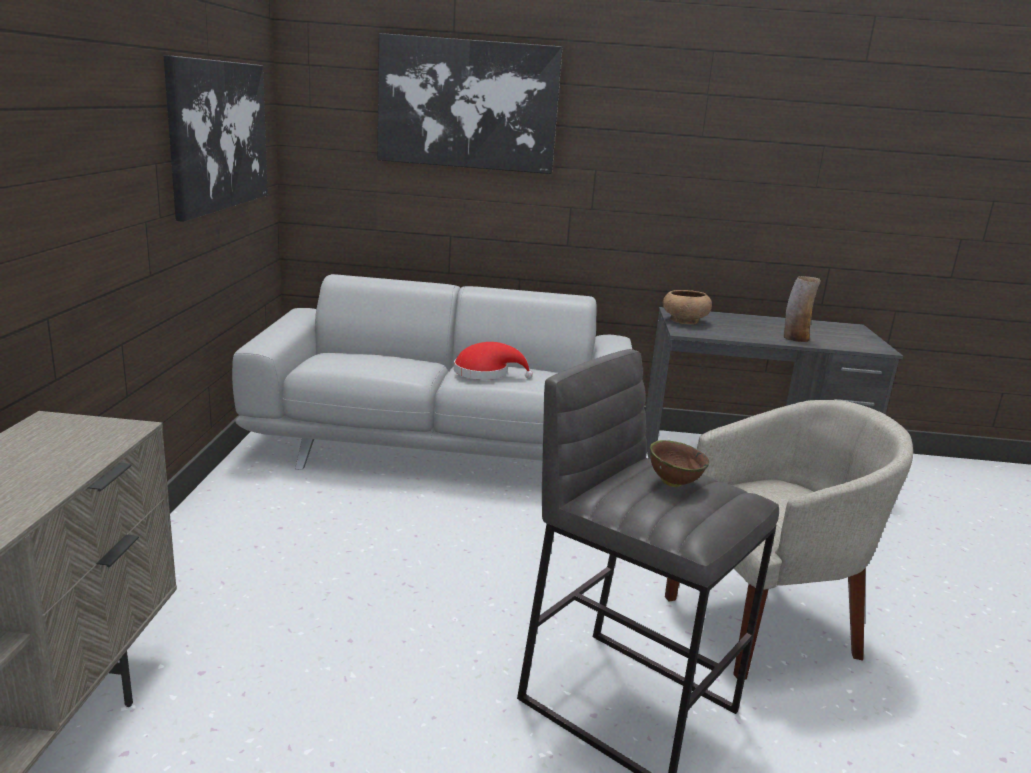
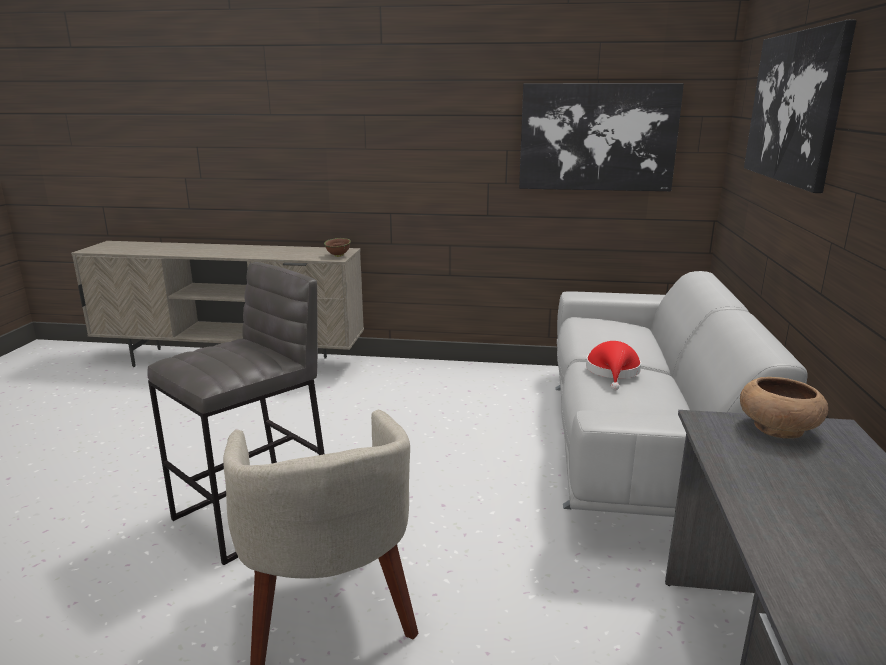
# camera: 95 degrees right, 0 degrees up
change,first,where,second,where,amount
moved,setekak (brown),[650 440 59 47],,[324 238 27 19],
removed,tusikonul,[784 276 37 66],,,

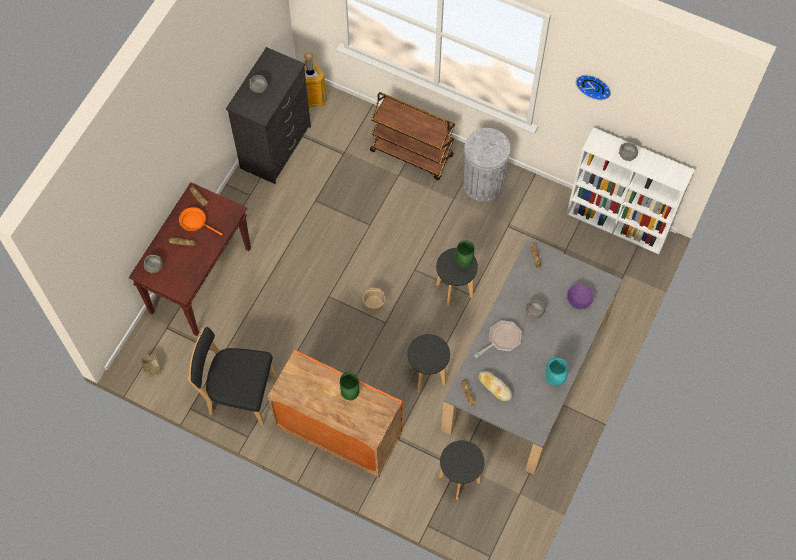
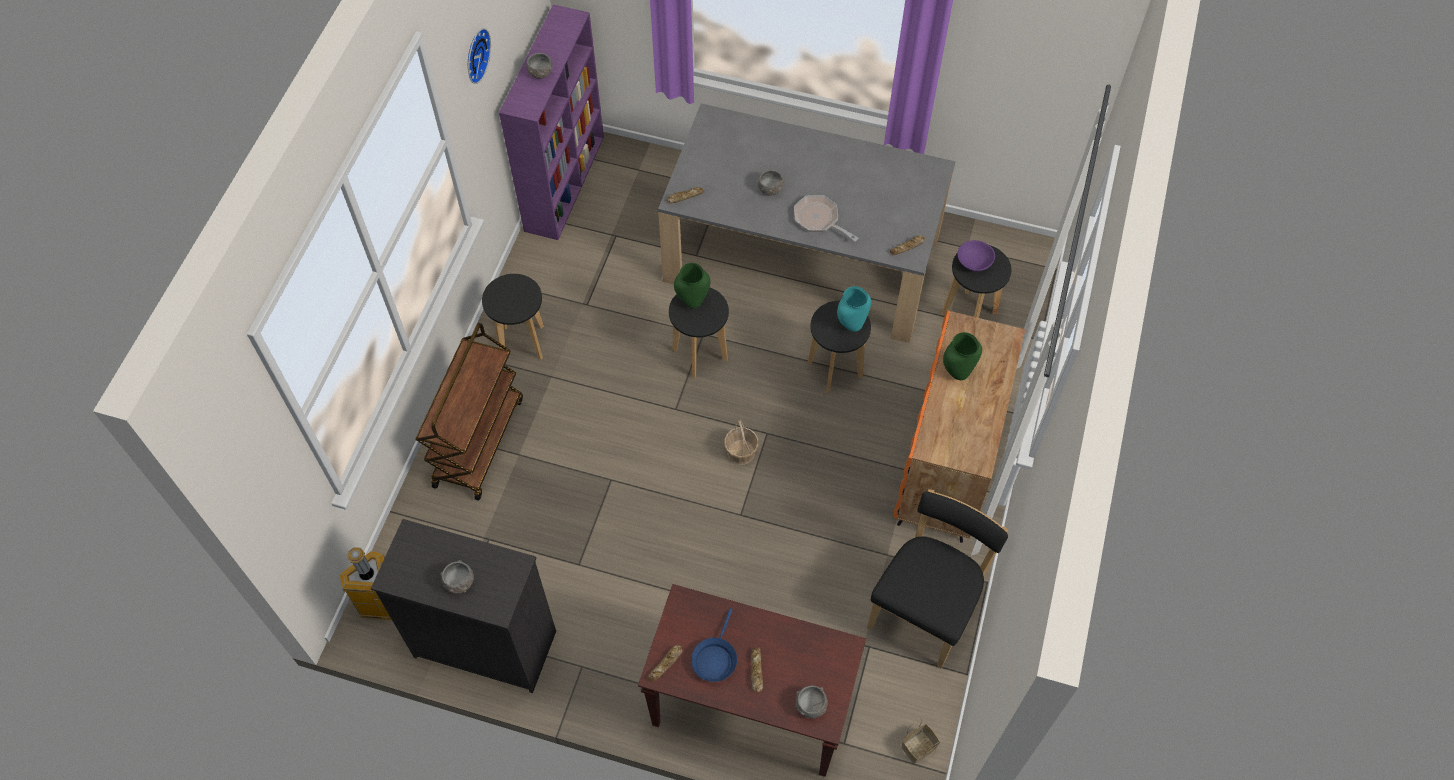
# camera: 100 degrees left, 5 degrees down
change,first,where,second,where,amount
recoloured,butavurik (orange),[179 207 44 28],butavurik (blue),[691 609 46 73],
turned,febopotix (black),[188 327 88 98],,[867 489 142 179],150 degrees counterclockwise
replaced,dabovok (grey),[464 128 46 74],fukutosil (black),[482 274 62 86],
removed,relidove,[479 371 33 30],,,
moved,tusikonul (turquoise),[546 358 22 28],,[837 286 34 46],
recoloured,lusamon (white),[566 127 129 127],lusamon (purple),[499 4 105 236],
moved,setekak (purple),[567 284 27 26],,[957 240 38 31],

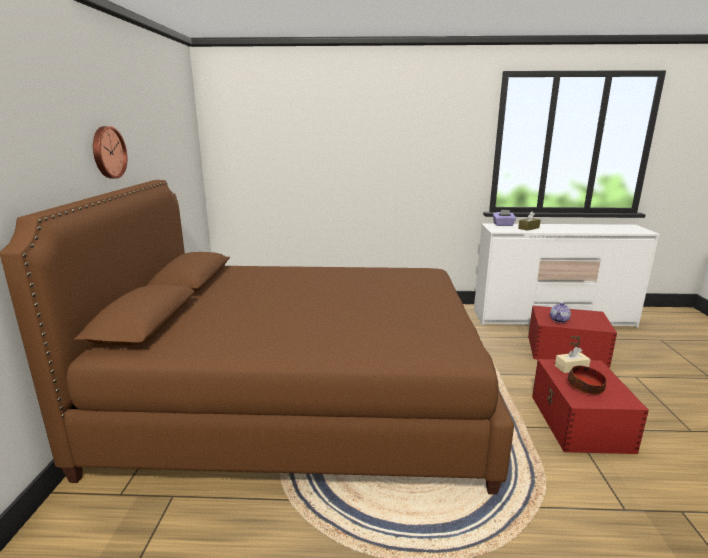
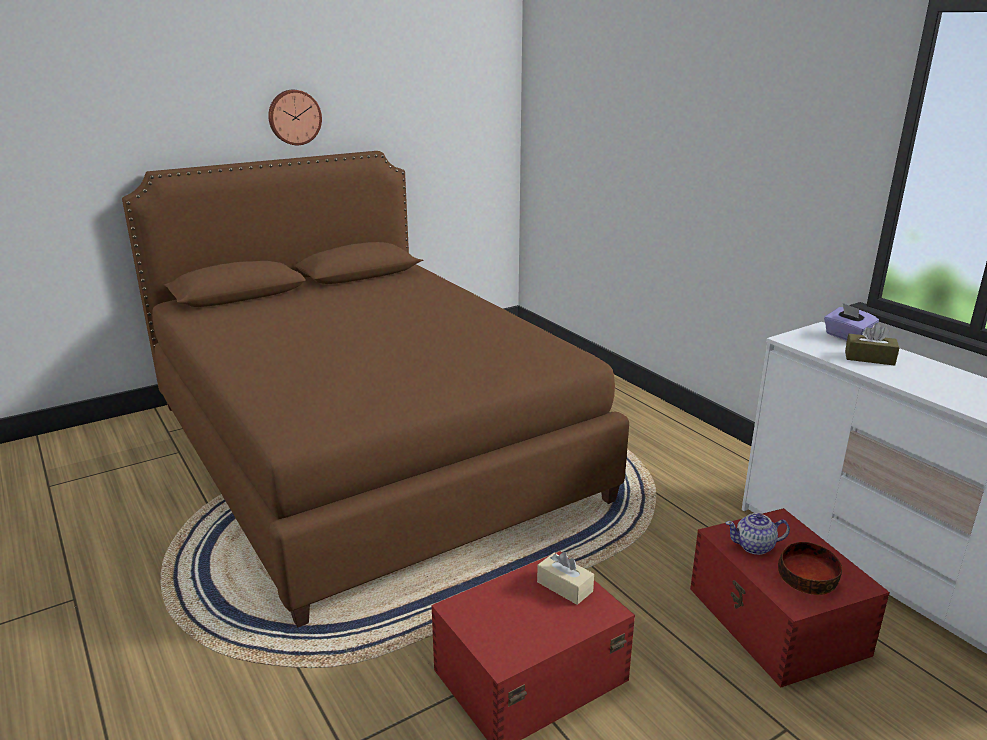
# camera: 55 degrees right, 5 degrees up
change,first,where,second,where,amount
moved,setekak,[568 366 39 29],,[778 542 64 53],

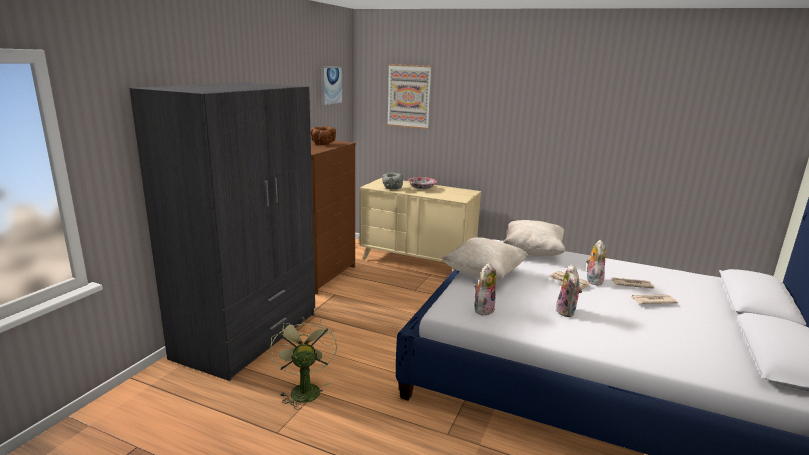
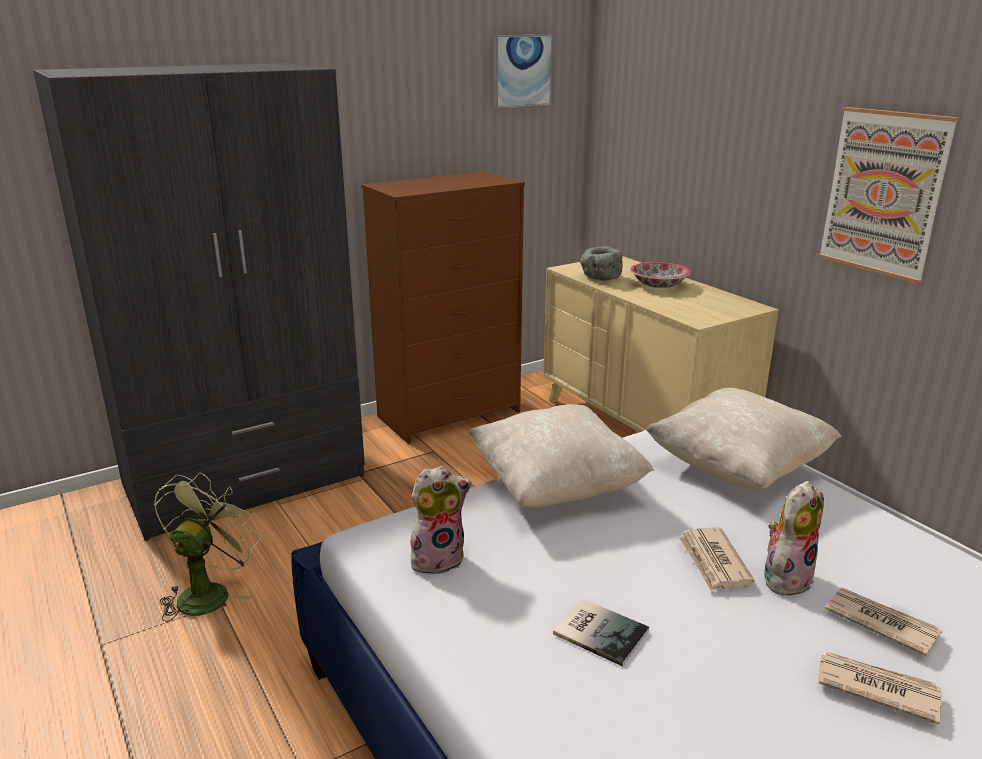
# camera: 35 degrees right, 5 degrees up
change,first,where,second,where,amount
removed,setekak (brown),[310 126 26 19],,,
moved,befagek,[387 64 44 65],,[818 107 141 177],
replaced,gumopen,[556 264 26 53],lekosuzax,[553 598 96 68],

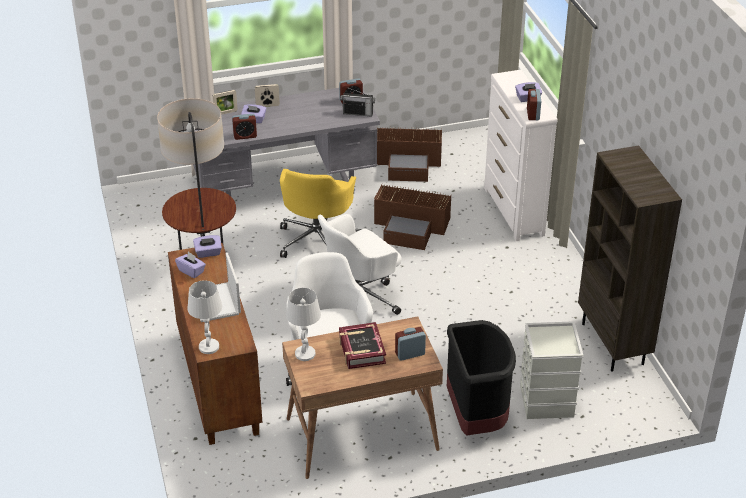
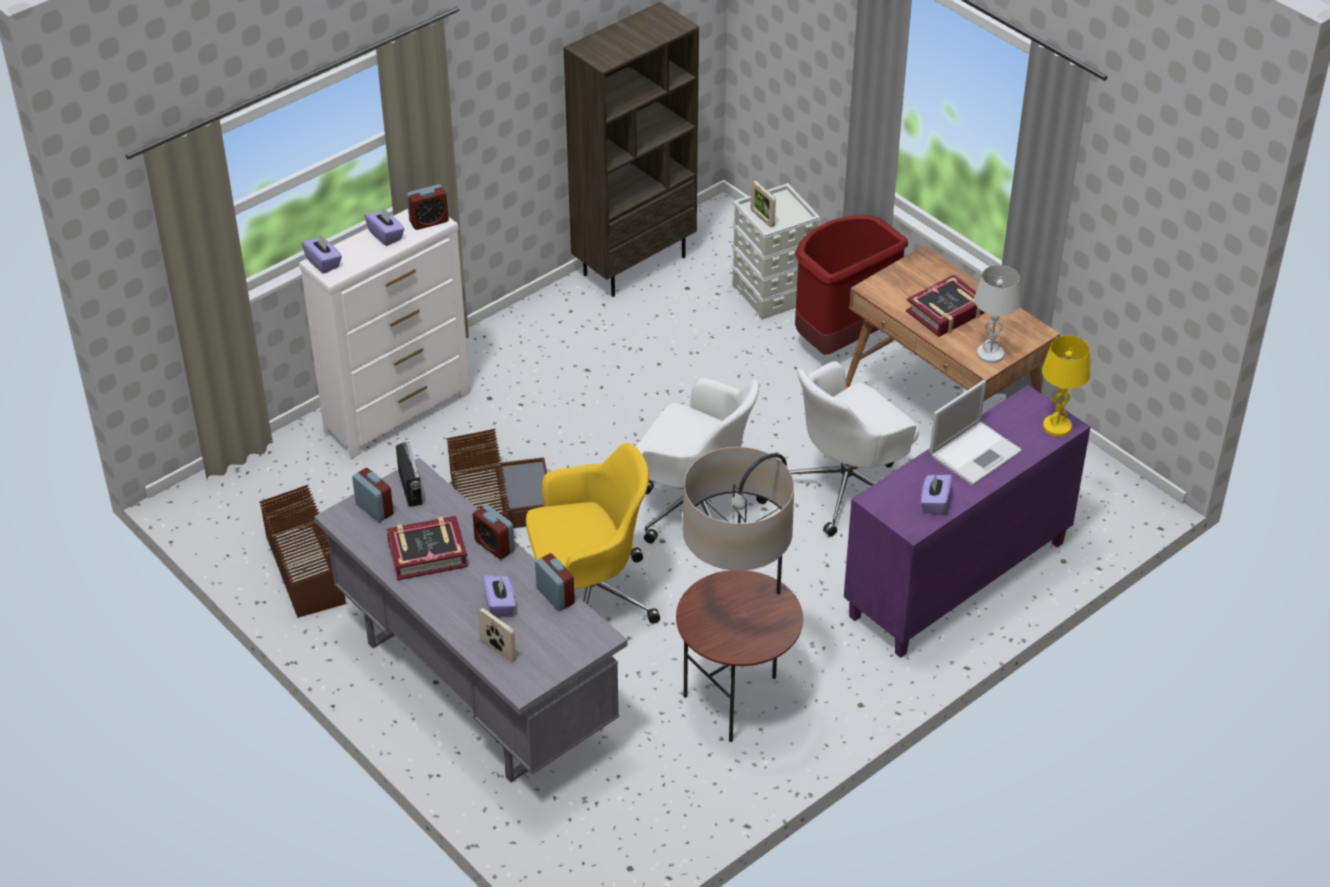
# camera: 115 degrees left, 5 degrees up
change,first,where,second,where,amount
recoloured,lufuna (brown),[168 243 95 202],lufuna (purple),[844 385 247 273],
recoloured,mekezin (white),[187 280 35 74],mekezin (yellow),[1042 335 48 101],
moved,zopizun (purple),[193 235 29 23],,[302 234 40 40],
moved,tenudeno,[255 84 25 23],,[750 181 26 46],
moved,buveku,[395 327 31 34],,[473 504 42 56],
recoloured,dabovok (black),[447 320 69 115],dabovok (red),[795 215 113 140],
added,,,lekosuzax,[387 516 81 64],

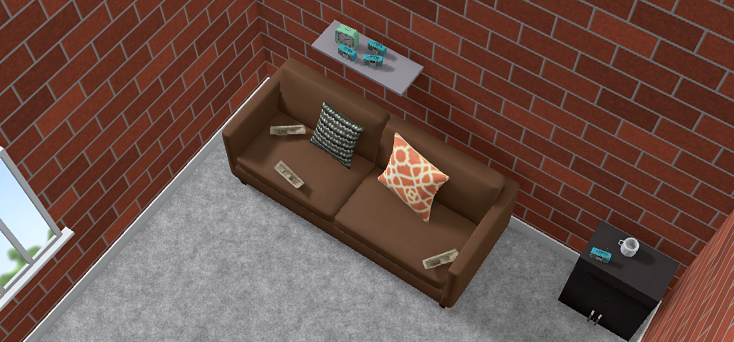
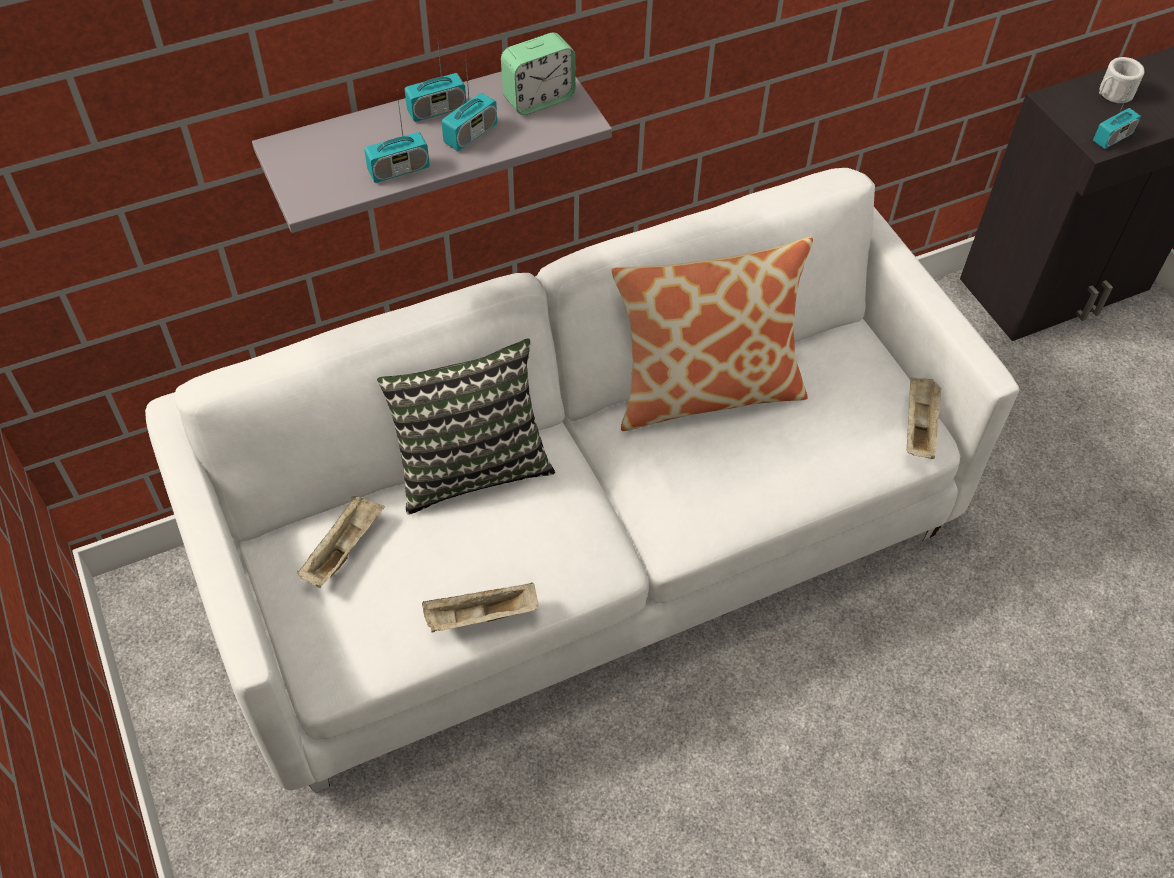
# camera: 60 degrees left, 5 degrees down
change,first,where,second,where,amount
recoloured,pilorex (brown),[222 58 298 251],pilorex (white),[145 168 874 625],
moved,buveku,[335 24 24 26],,[501 32 75 83],

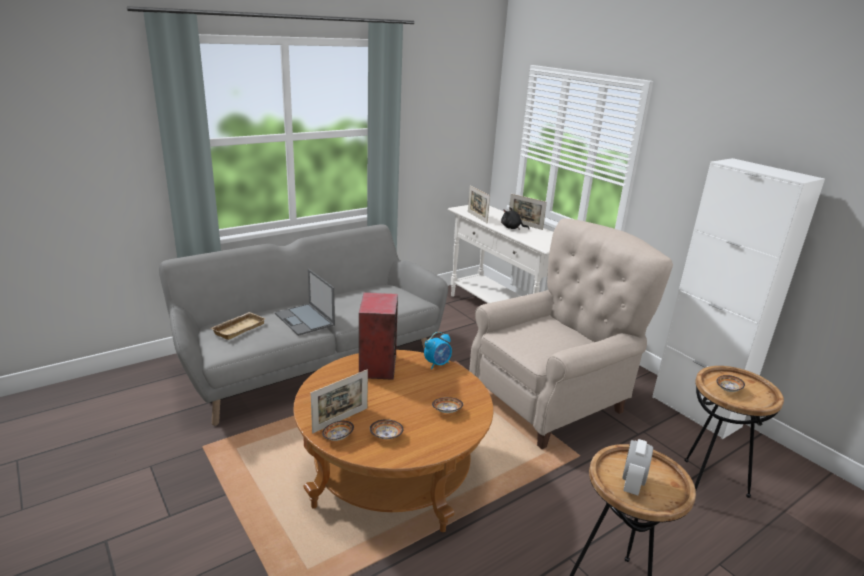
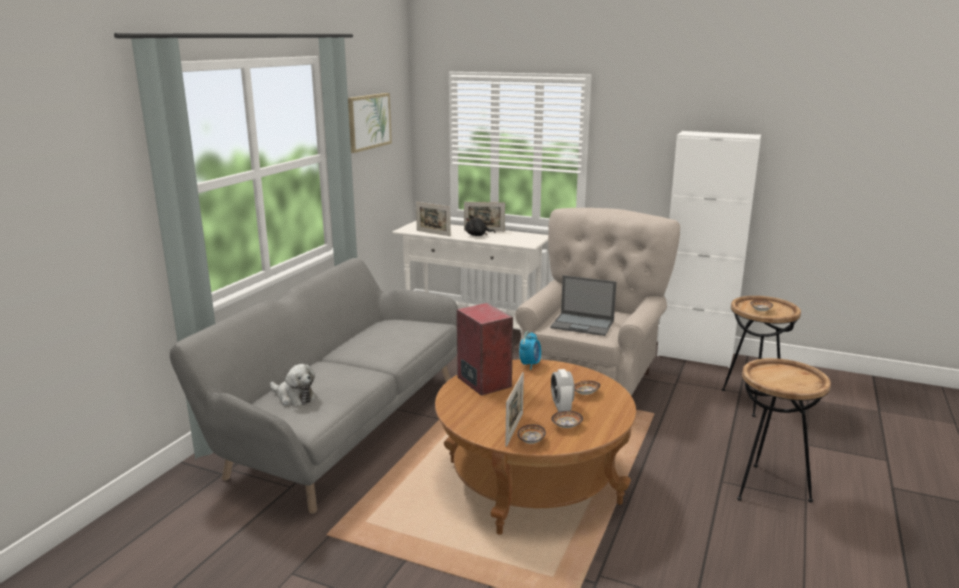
# camera: 30 degrees left, 5 degrees down
change,first,where,second,where,amount
replaced,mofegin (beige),[211 312 55 28],gumopen,[270 364 46 42],
moved,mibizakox,[275 269 60 67],,[550 275 66 61],
moved,buveku,[622 439 31 56],,[551 369 24 43],
added,,,befagek,[348 93 44 60],

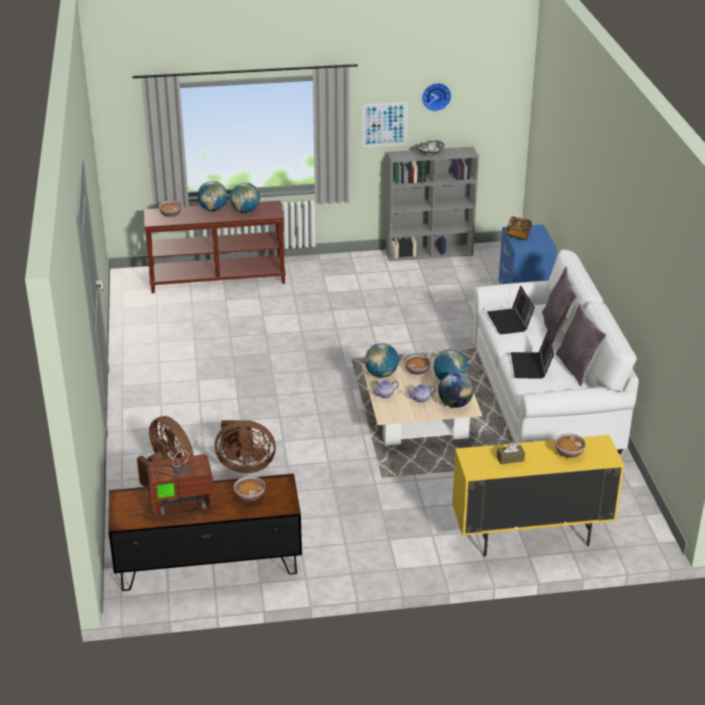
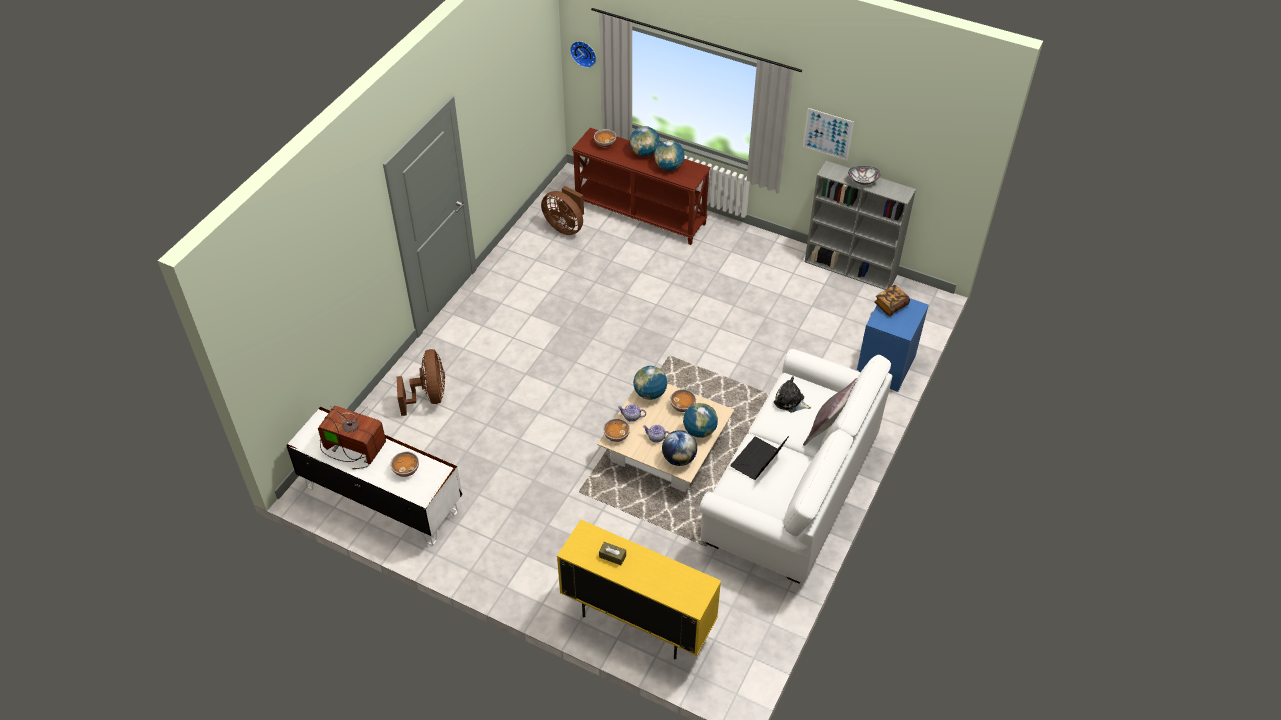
# camera: 35 degrees right, 15 degrees up
change,first,where,second,where,amount
recoloured,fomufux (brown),[108 474 194 117],fomufux (white),[286 407 176 139],
moved,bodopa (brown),[215 420 61 53],,[541 186 43 49],
moved,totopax,[422 83 29 28],,[570 41 26 27],
replaced,mibizakox,[487 286 48 48],gumopen,[774 376 37 36],
moved,setekak,[555 433 31 25],,[603 418 27 24],
removed,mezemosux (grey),[556 304 51 82],,,

